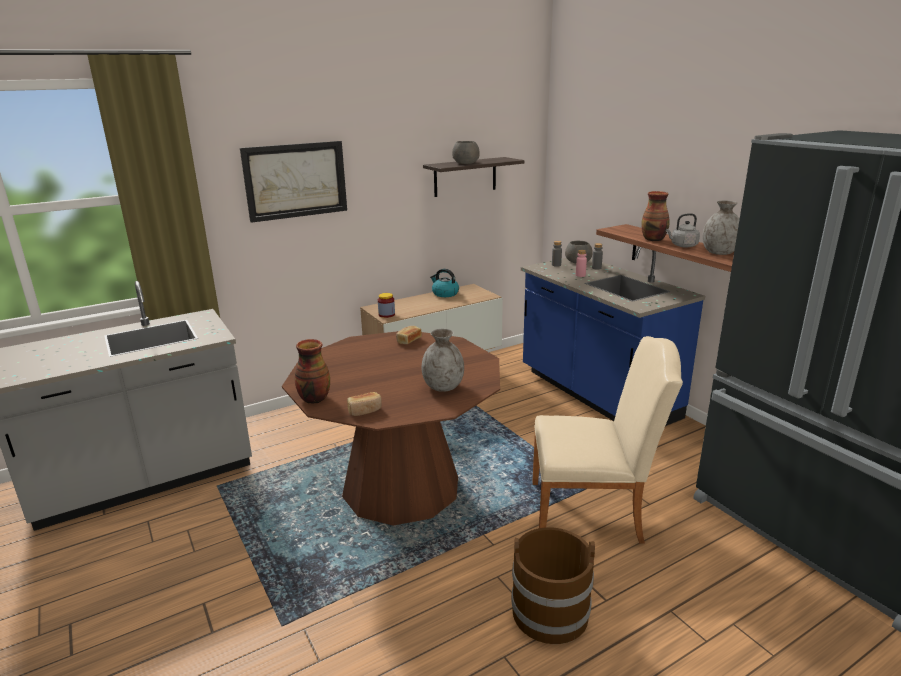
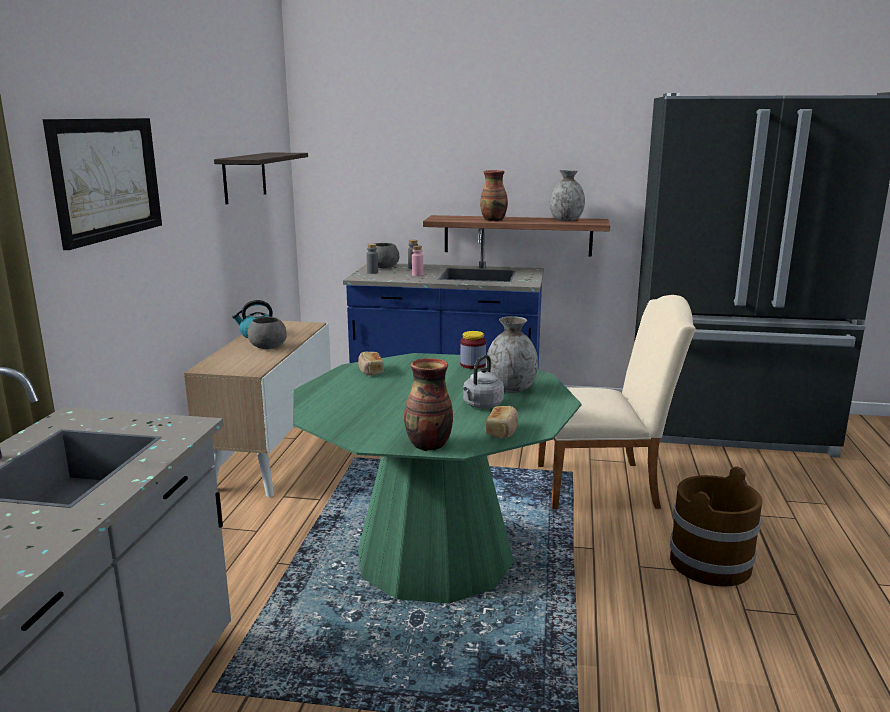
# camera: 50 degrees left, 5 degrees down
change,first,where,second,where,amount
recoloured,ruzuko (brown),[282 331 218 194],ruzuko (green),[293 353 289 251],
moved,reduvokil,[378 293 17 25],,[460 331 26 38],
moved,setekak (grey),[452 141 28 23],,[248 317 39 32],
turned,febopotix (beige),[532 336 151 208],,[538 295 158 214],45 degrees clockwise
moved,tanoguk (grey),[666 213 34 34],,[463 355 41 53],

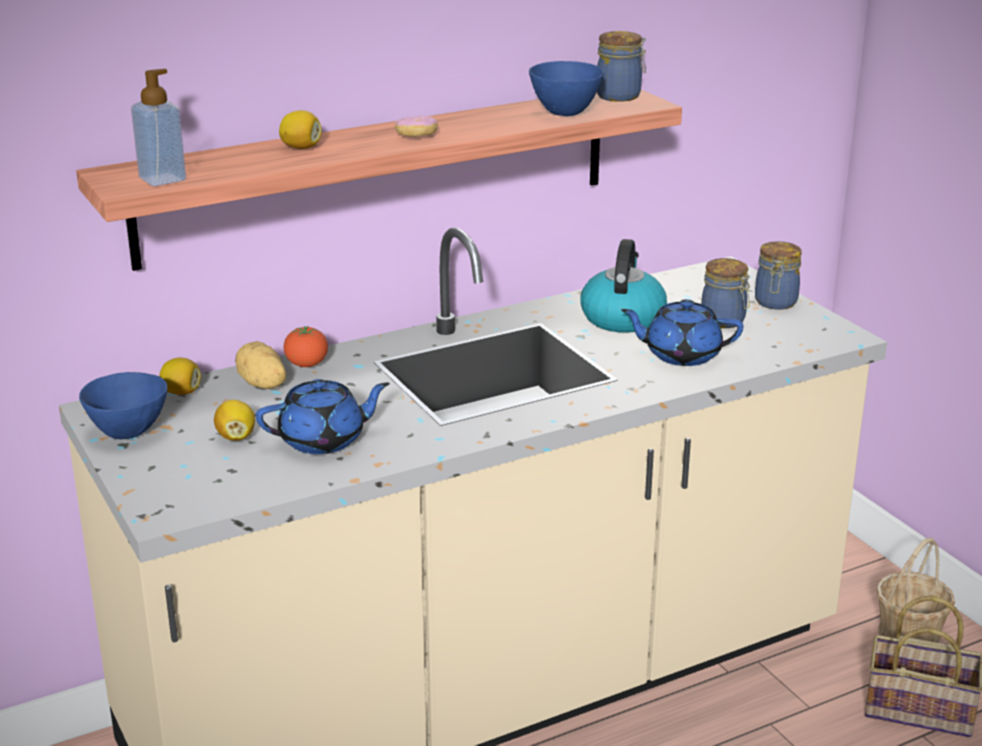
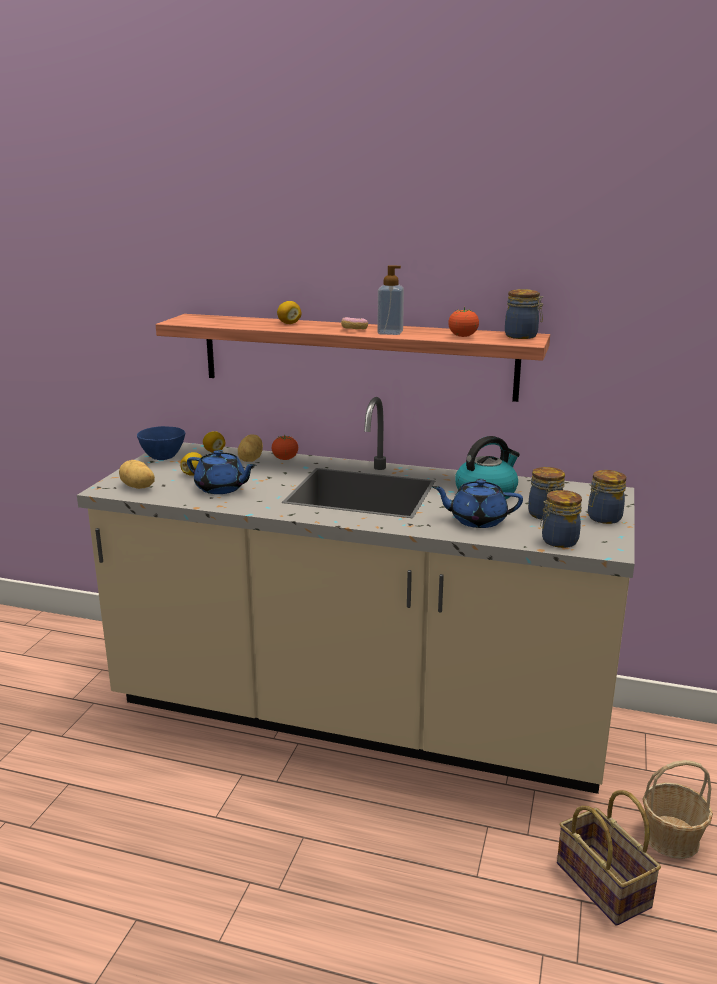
# camera: 45 degrees right, 5 degrees down
change,first,where,second,where,amount
moved,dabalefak,[131 69 55 117],,[377 265 27 70],
replaced,setekak (blue),[529 61 75 55],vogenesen,[448 307 31 30],
turned,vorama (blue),[621 299 122 67],,[432 479 91 49],45 degrees counterclockwise
added,,,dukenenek,[119 460 36 29],
added,,,reduvokil,[540 490 42 58],

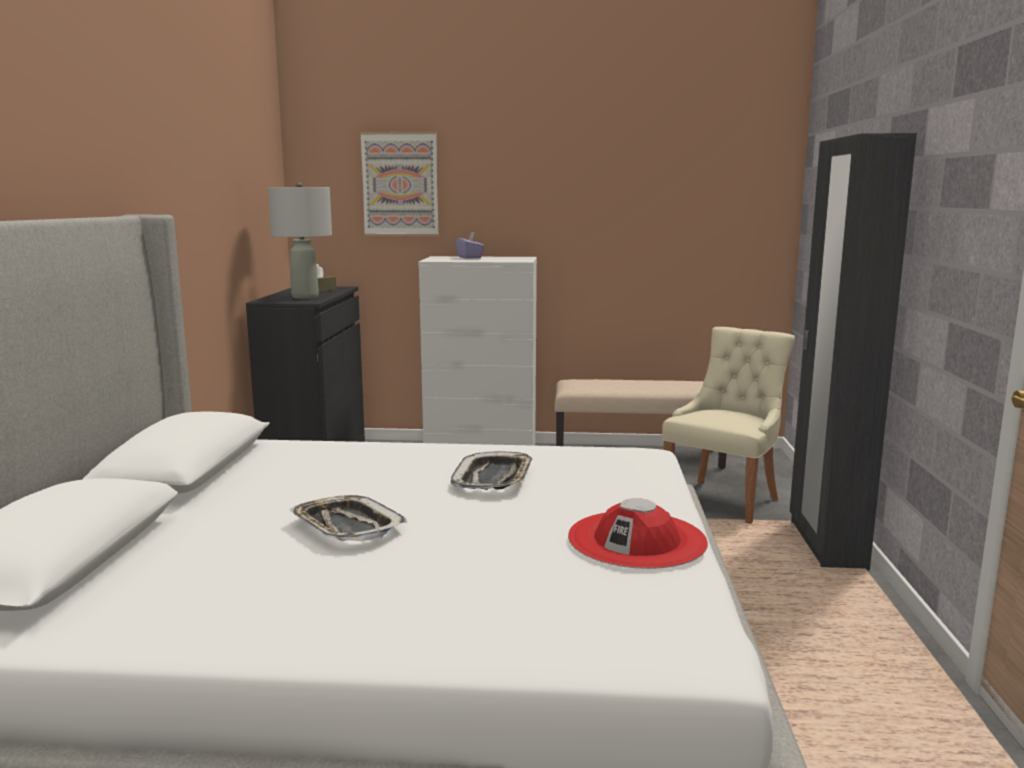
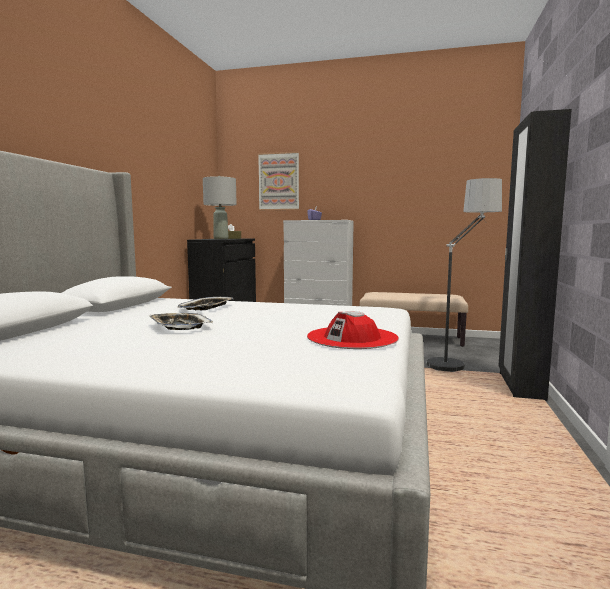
# camera: 10 degrees right, 5 degrees down
change,first,where,second,where,amount
moved,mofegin,[451 451 81 39],,[178 297 56 13],
replaced,febopotix (beige),[662 327 133 197],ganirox,[426 178 76 194],

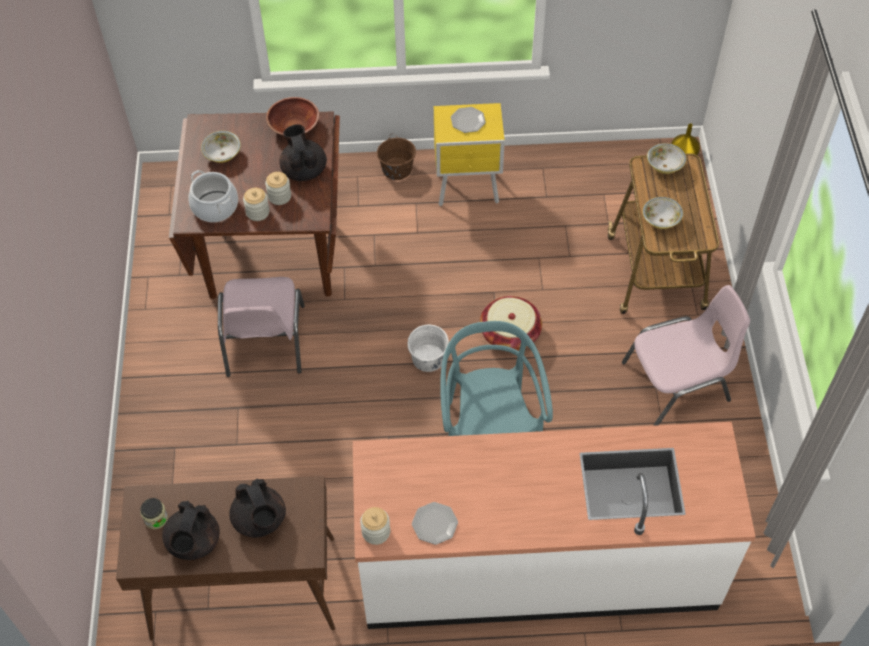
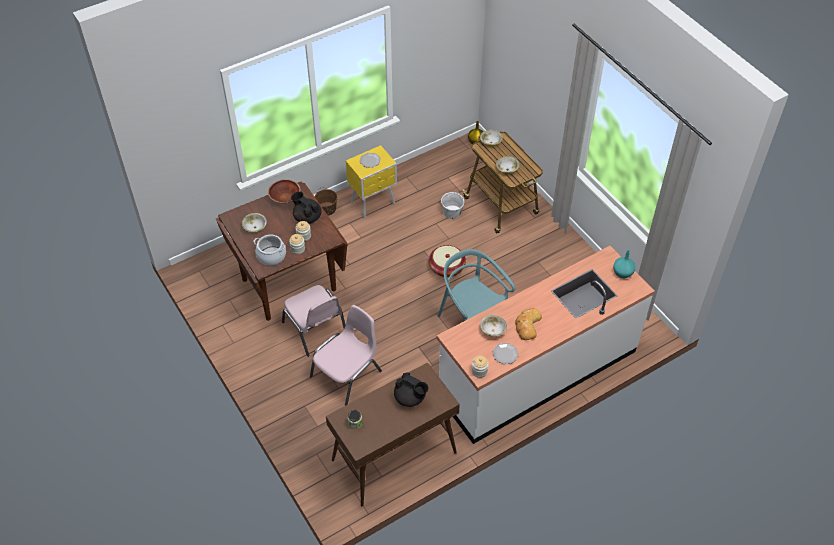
# camera: 30 degrees left, 5 degrees down
change,first,where,second,where,amount
removed,vorama (black),[162 501 58 59],,,
moved,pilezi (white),[408 325 41 47],,[441 192 23 27],
moved,febopotix (pink),[622 285 128 141],,[310 305 72 100],
added,,,setekak,[480 315 27 22],
added,,,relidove,[515 308 27 32],
added,,,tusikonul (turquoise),[613 250 22 28],

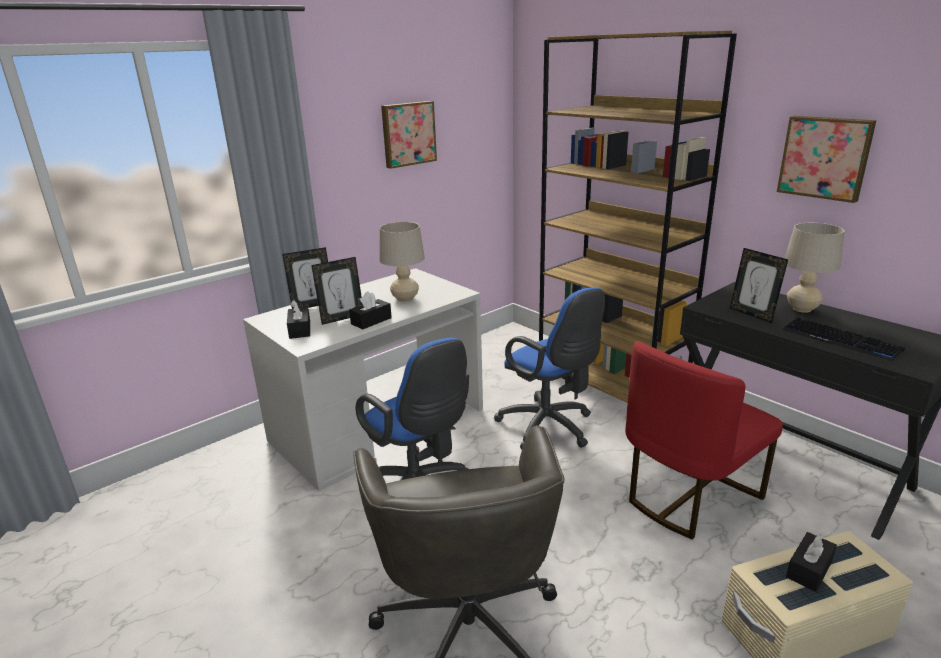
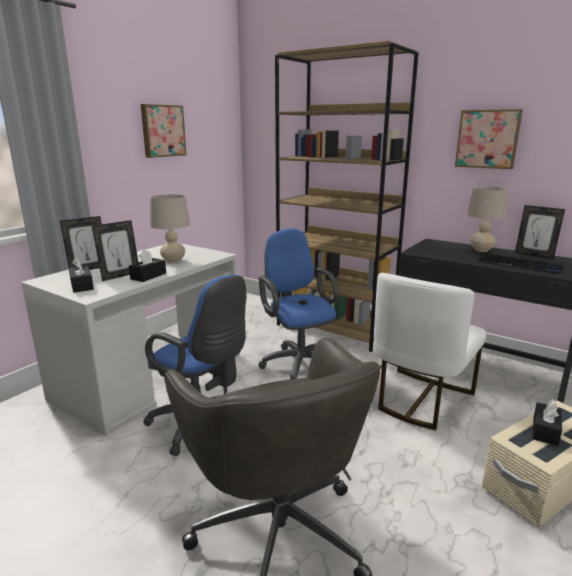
# camera: 15 degrees left, 5 degrees down
change,first,where,second,where,amount
turned,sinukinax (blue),[494 287 111 162],,[259 228 80 151],150 degrees counterclockwise
recoloured,febopotix (red),[626 341 157 199],febopotix (white),[373 273 113 157],
moved,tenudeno,[730 248 58 75],,[515 205 50 54],

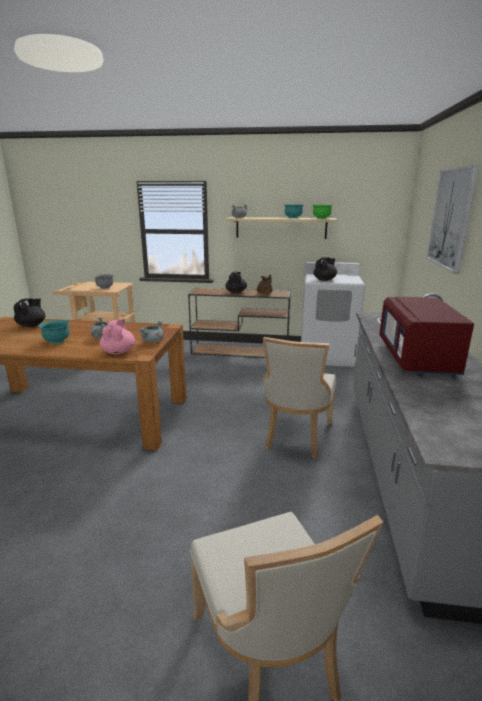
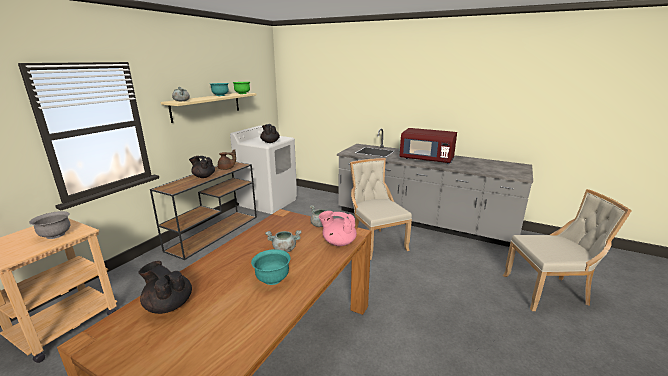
# camera: 70 degrees left, 0 degrees up
change,first,where,second,where,amount
turned,febopotix (beige),[263 337 73 122],,[350 158 62 102],150 degrees counterclockwise
removed,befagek,[426 165 53 109],,,

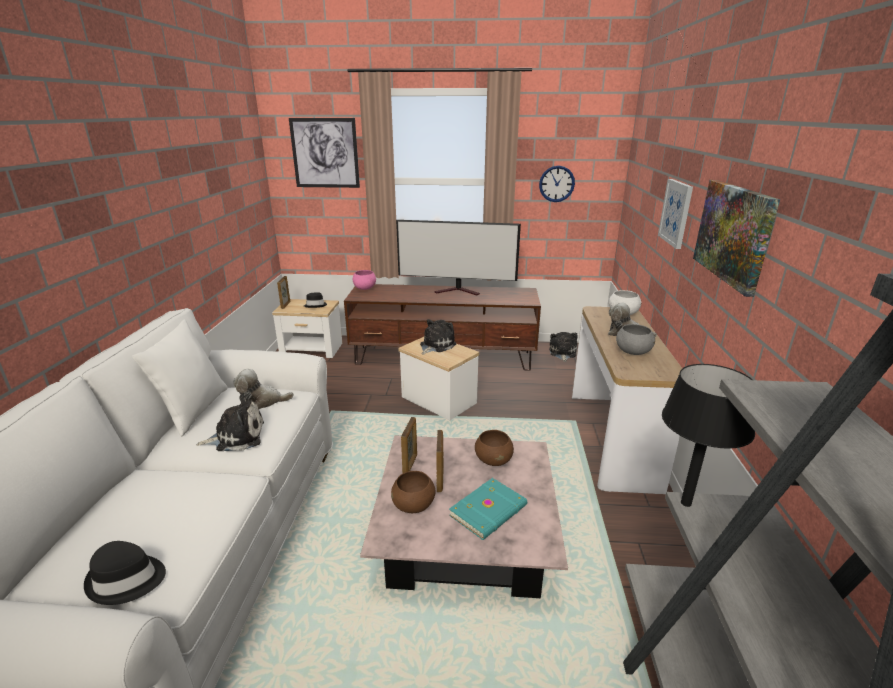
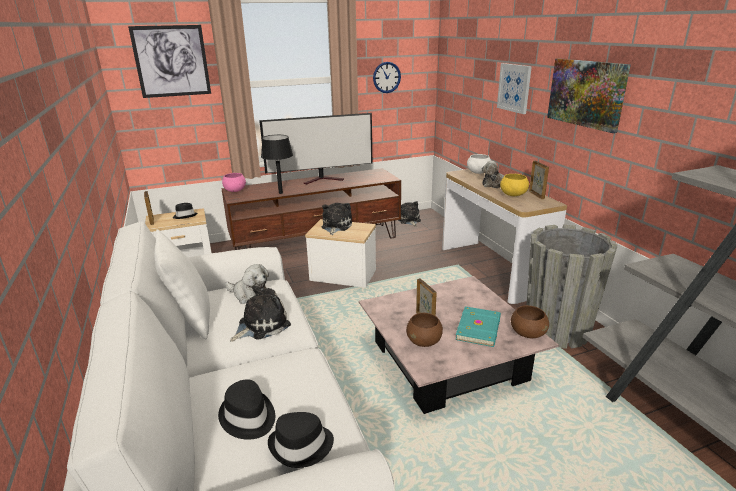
# camera: 25 degrees left, 0 degrees up
change,first,where,second,where,amount
turned,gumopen,[233 369 61 40],,[225 264 44 40],120 degrees counterclockwise
moved,tenudeno,[401 417 16 57],,[529 160 20 39],
moved,setekak (brown),[475 430 39 36],,[511 305 38 33],
recoloured,setekak (grey),[616 324 39 31],setekak (yellow),[500 174 29 22],
moved,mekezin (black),[662 364 93 143],,[261 135 32 59],
added,,,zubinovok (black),[218 379 57 61],
added,,,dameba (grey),[527 225 91 124],

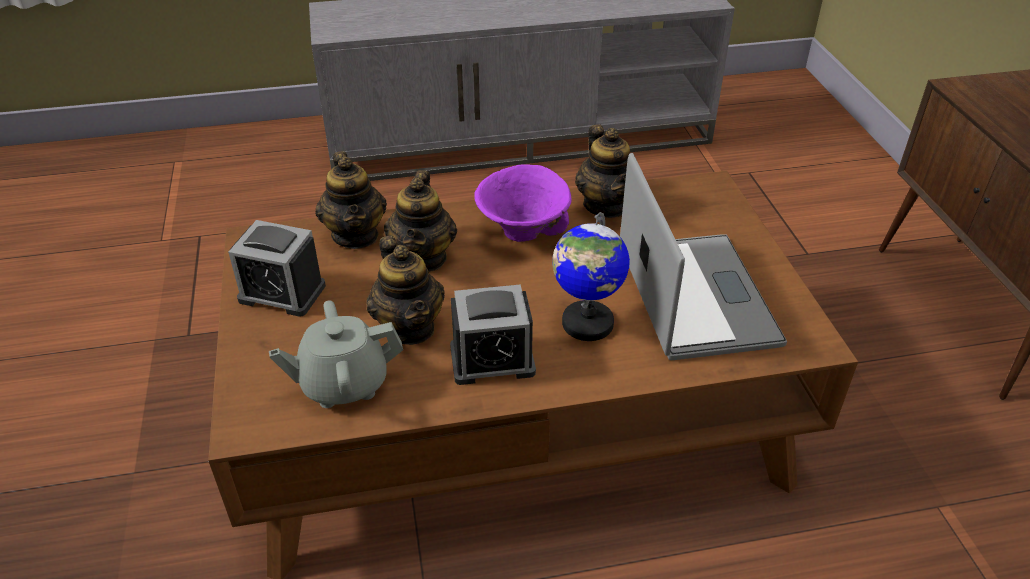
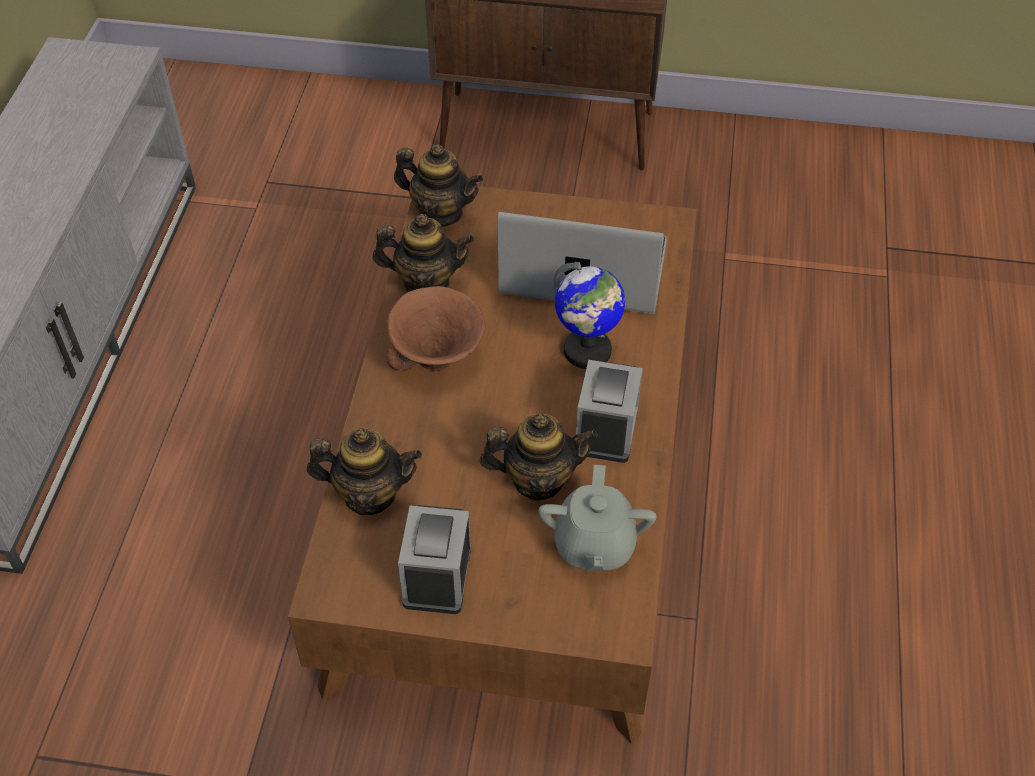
# camera: 70 degrees left, 10 degrees up
change,first,where,second,where,amount
turned,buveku,[228 220 98 97],,[398 505 73 109],150 degrees clockwise
moved,vorama,[384 170 73 102],,[394 144 89 83],
recoloured,setekak (purple),[474 164 98 78],setekak (brown),[386 286 100 85],

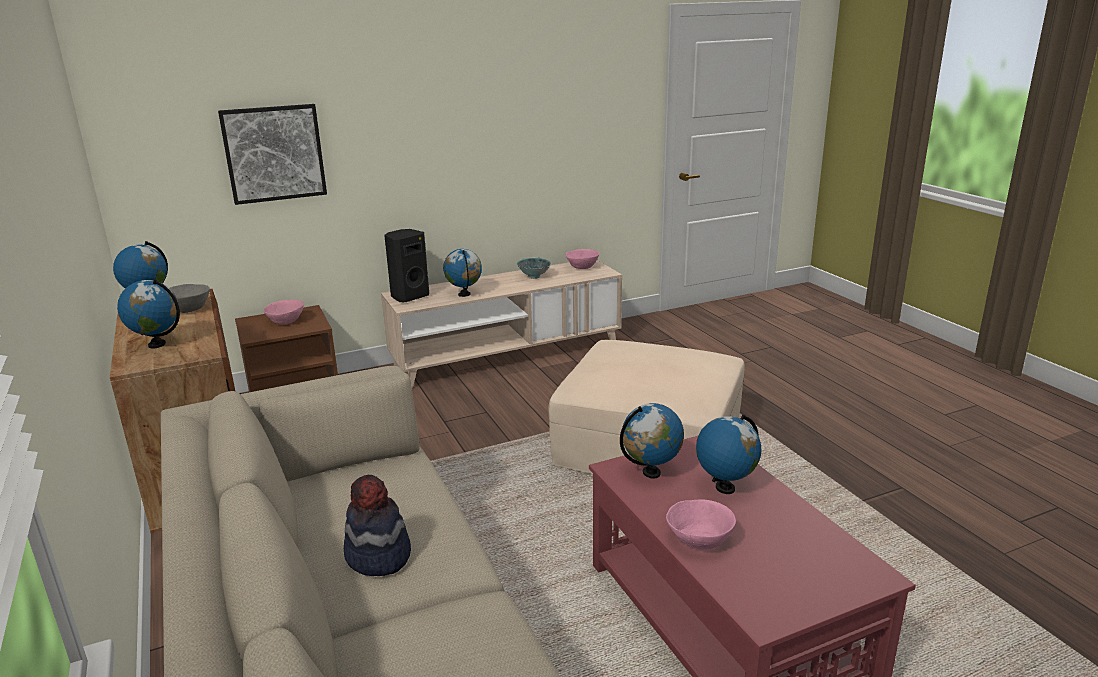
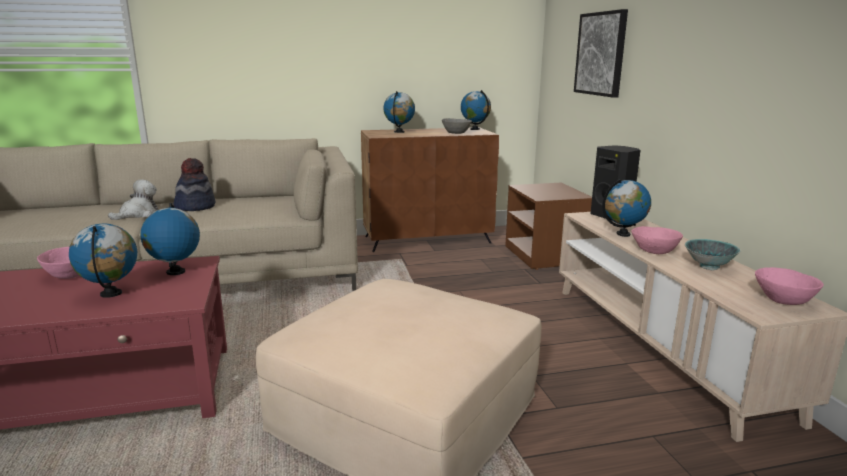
# camera: 100 degrees right, 5 degrees down
change,first,where,second,where,amount
moved,setekak (pink),[263 300 41 25],,[632 226 51 28],
added,,,gumopen,[108 179 50 41],

